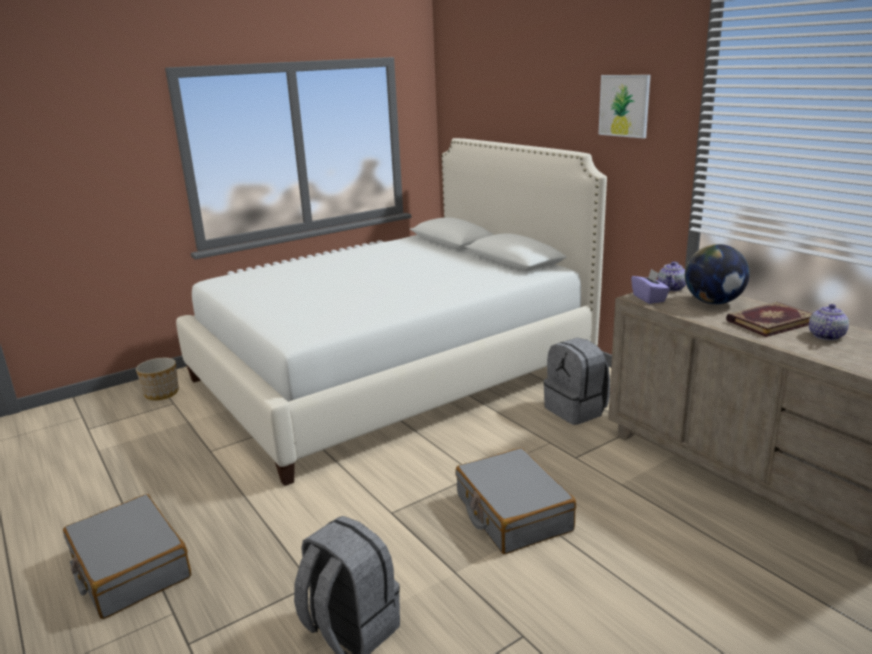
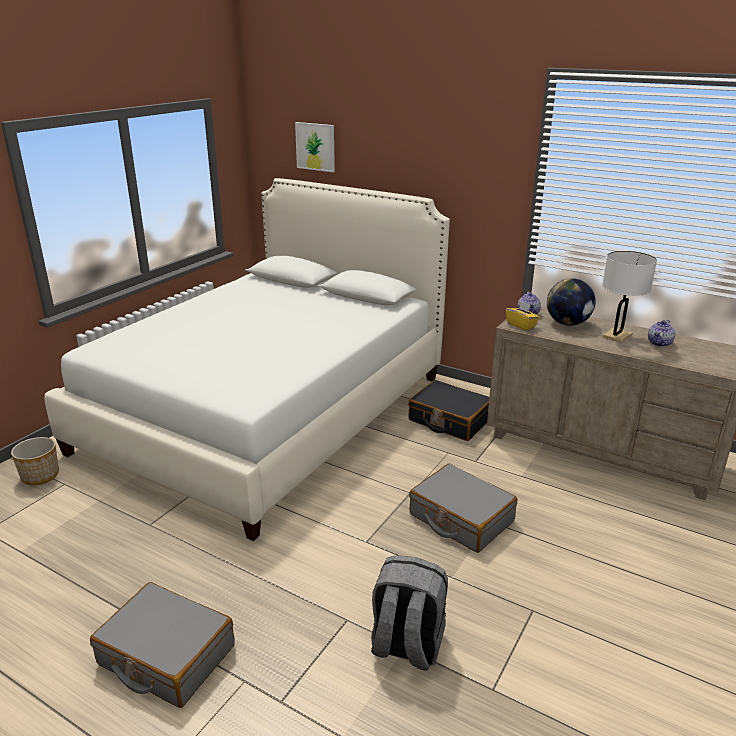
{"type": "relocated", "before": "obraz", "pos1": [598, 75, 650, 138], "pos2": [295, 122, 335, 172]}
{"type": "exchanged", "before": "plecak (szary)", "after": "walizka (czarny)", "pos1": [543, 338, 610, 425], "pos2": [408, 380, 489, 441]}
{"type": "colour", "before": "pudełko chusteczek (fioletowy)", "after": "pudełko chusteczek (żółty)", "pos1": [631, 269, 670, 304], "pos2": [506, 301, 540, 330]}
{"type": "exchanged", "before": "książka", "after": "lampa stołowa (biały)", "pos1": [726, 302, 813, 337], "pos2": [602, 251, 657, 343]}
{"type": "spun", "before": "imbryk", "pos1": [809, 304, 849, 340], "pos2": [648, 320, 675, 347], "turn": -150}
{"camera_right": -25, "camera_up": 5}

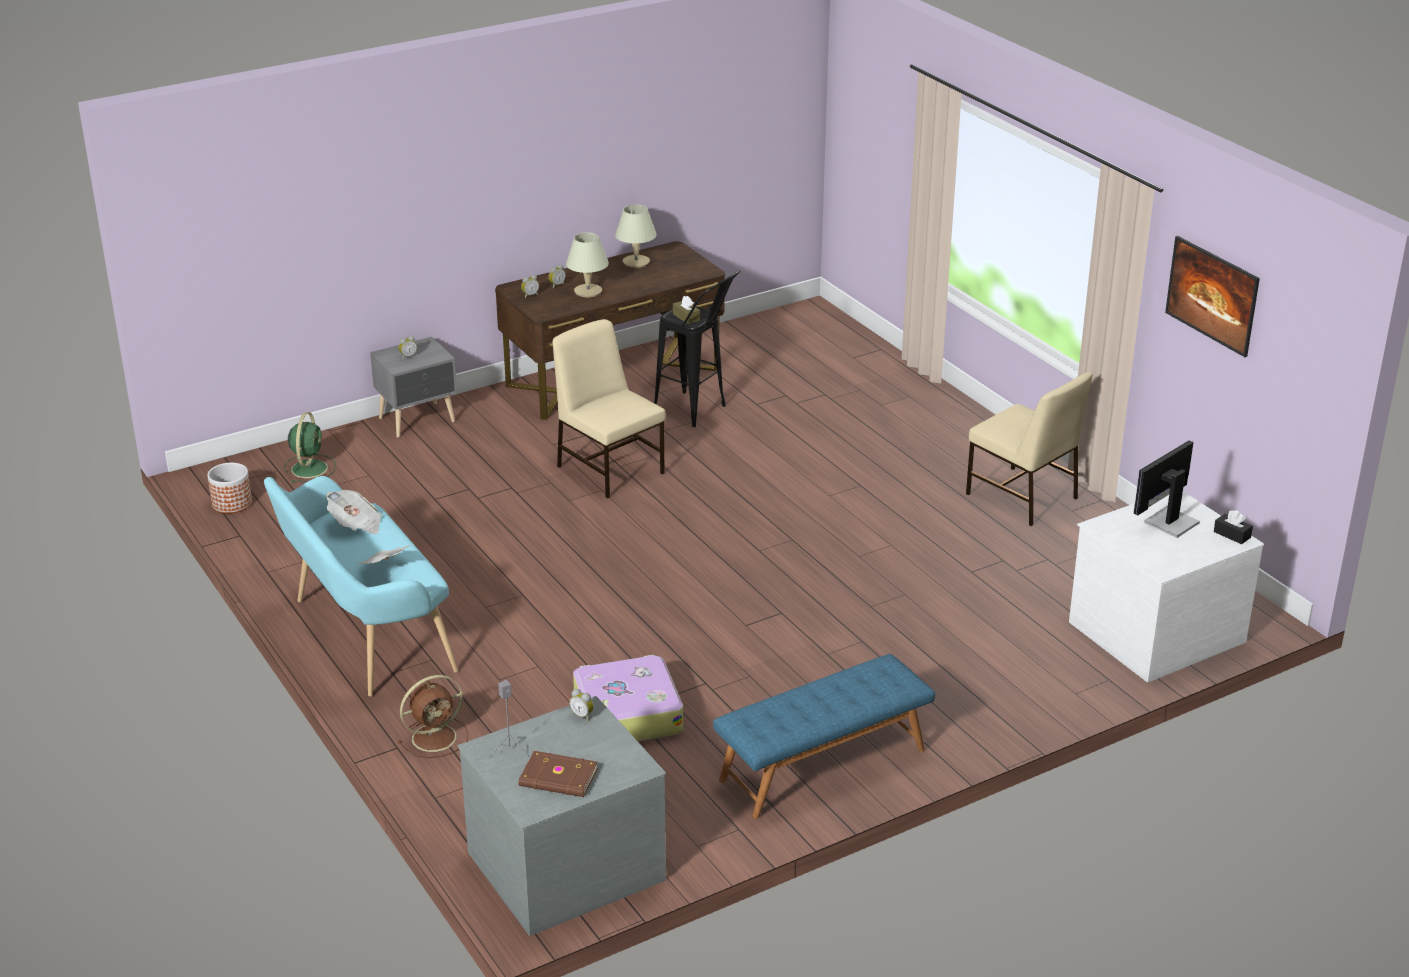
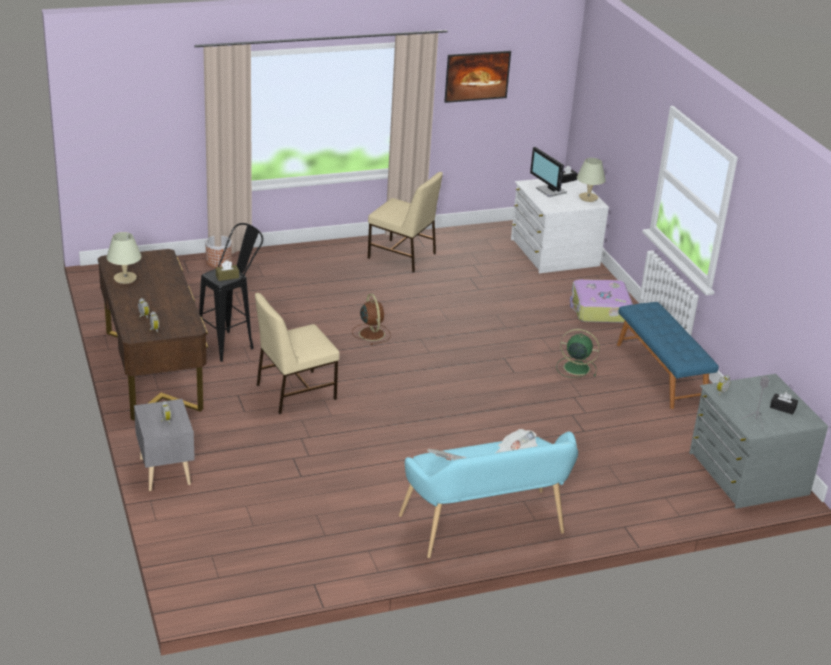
{"type": "relocated", "before": "donica", "pos1": [207, 463, 252, 513], "pos2": [206, 236, 232, 268]}
{"type": "relocated", "before": "wentylator (brązowy)", "pos1": [398, 675, 468, 758], "pos2": [352, 294, 390, 345]}
{"type": "spun", "before": "krzesło (beżowy)", "pos1": [966, 372, 1092, 526], "pos2": [368, 172, 443, 273], "turn": 60}
{"type": "relocated", "before": "wentylator (zielony)", "pos1": [284, 412, 336, 483], "pos2": [556, 329, 600, 378]}
{"type": "relocated", "before": "walizka", "pos1": [573, 655, 683, 741], "pos2": [570, 279, 633, 323]}
{"type": "relocated", "before": "lampa stołowa (beżowy)", "pos1": [566, 232, 609, 298], "pos2": [577, 158, 606, 202]}
{"type": "exchanged", "before": "książka (brązowy)", "after": "pudełko chusteczek (czarny)", "pos1": [519, 751, 598, 797], "pos2": [770, 392, 798, 415]}
{"camera_right": -80, "camera_up": 0}

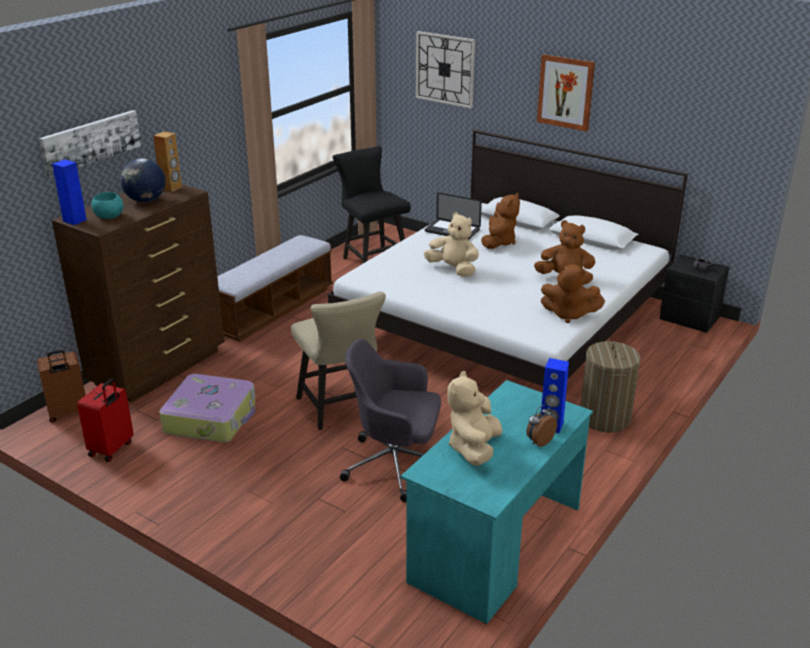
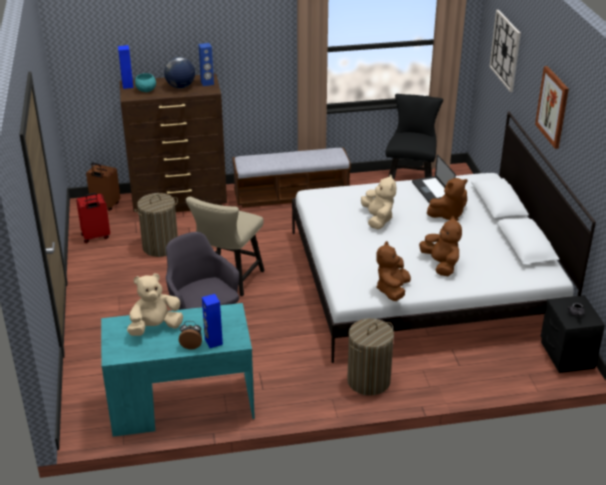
{"type": "exchanged", "before": "walizka", "after": "kosz na pranie", "pos1": [159, 374, 255, 442], "pos2": [134, 193, 178, 257]}
{"type": "colour", "before": "głośnik (brązowy)", "after": "głośnik (niebieski)", "pos1": [153, 131, 182, 192], "pos2": [198, 43, 214, 86]}
{"type": "spun", "before": "pluszak (brązowy)", "pos1": [541, 264, 605, 323], "pos2": [376, 241, 411, 301], "turn": 45}
{"type": "missing", "before": "obraz", "pos1": [39, 110, 141, 177]}
{"camera_right": 45, "camera_up": 5}

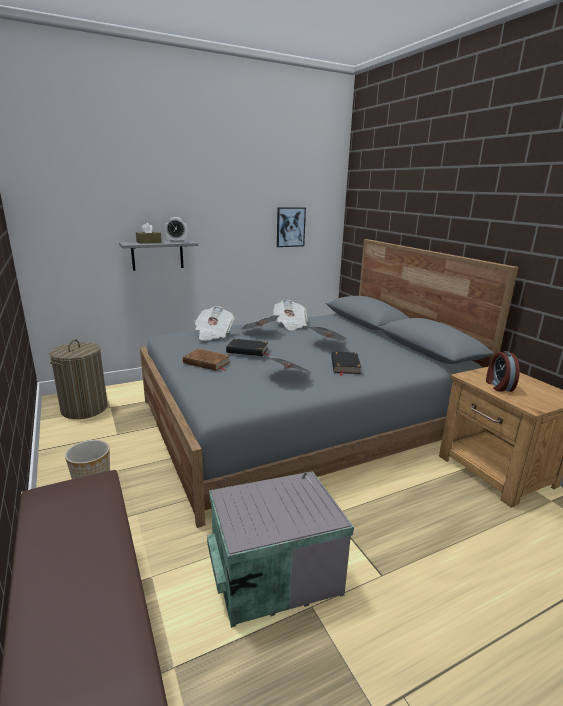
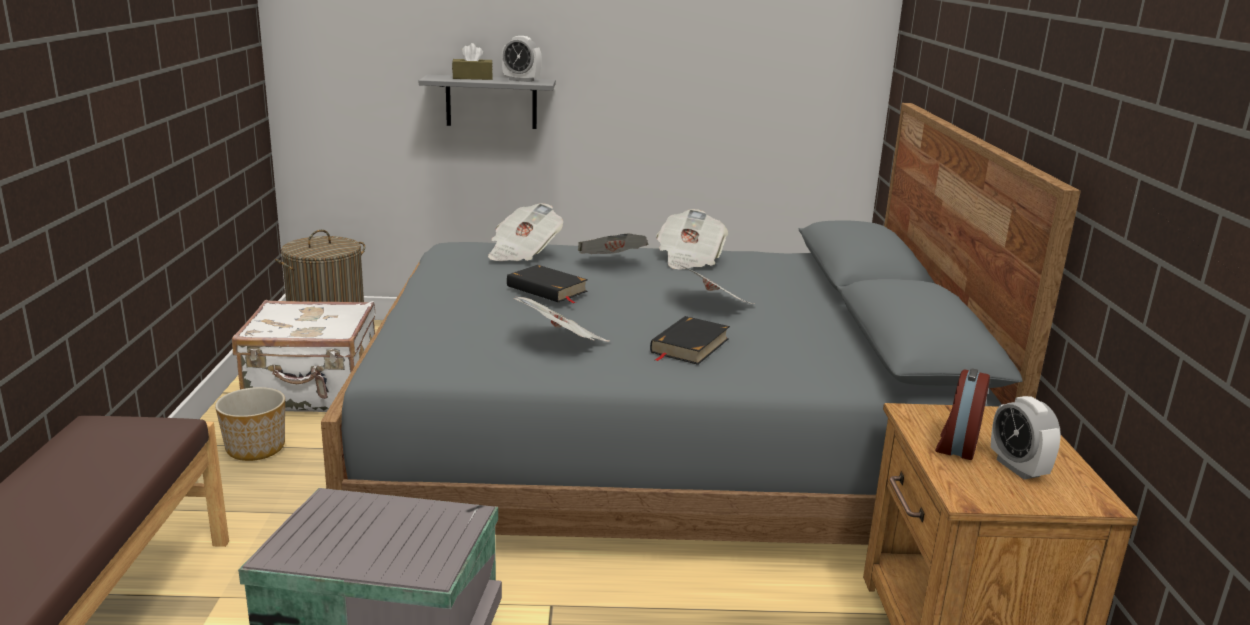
{"type": "appeared", "after": "walizka (biały)", "pos2": [232, 300, 375, 412]}
{"type": "appeared", "after": "budzik", "pos2": [991, 396, 1061, 479]}
{"type": "missing", "before": "książka (brązowy)", "pos1": [183, 349, 230, 371]}
{"type": "missing", "before": "obraz", "pos1": [277, 207, 306, 247]}
{"camera_right": 25, "camera_up": 0}

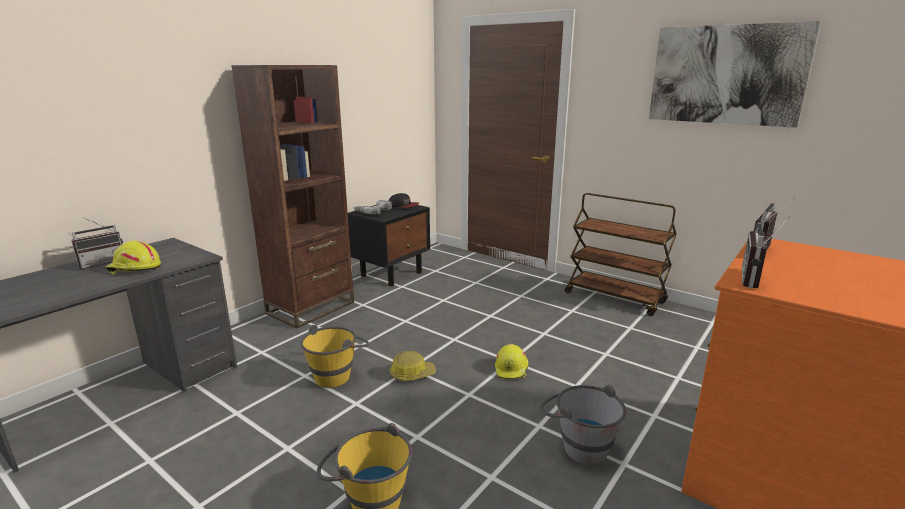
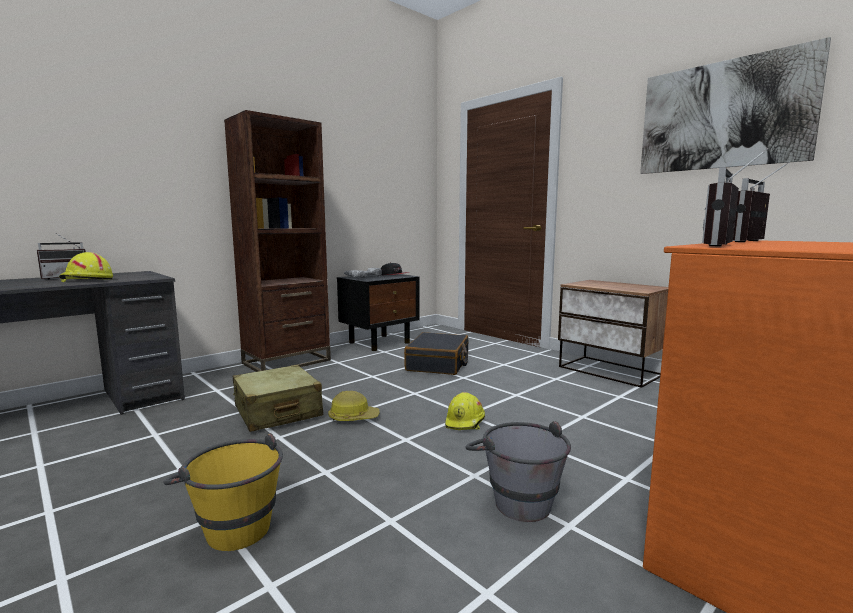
{"type": "exchanged", "before": "wiadro (żółty)", "after": "walizka (beżowy)", "pos1": [300, 325, 369, 388], "pos2": [233, 365, 323, 432]}
{"type": "appeared", "after": "walizka (czarny)", "pos2": [404, 332, 468, 375]}
{"type": "exchanged", "before": "wózek (brązowy)", "after": "szafka nocna", "pos1": [565, 193, 676, 316], "pos2": [558, 280, 668, 388]}
{"camera_right": 10, "camera_up": -10}

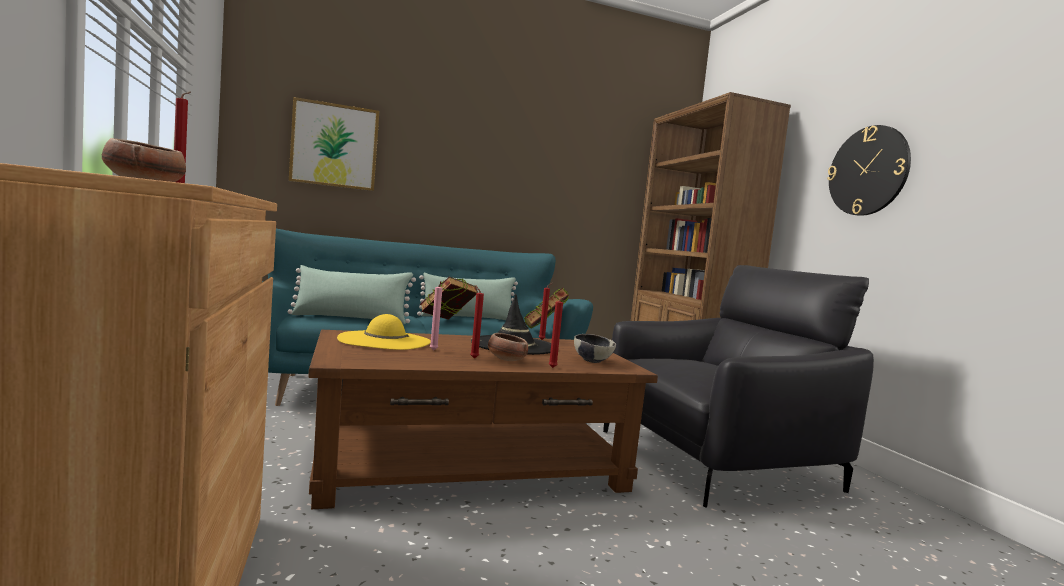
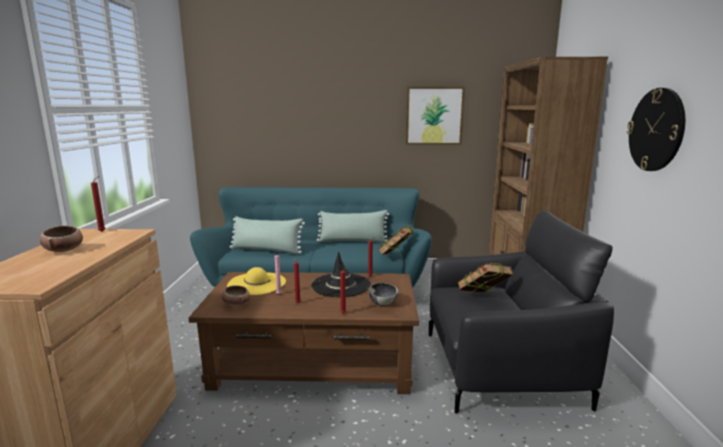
{"type": "relocated", "before": "miska", "pos1": [488, 333, 528, 361], "pos2": [222, 285, 250, 306]}
{"type": "relocated", "before": "obraz", "pos1": [289, 97, 379, 191], "pos2": [406, 87, 465, 145]}
{"type": "relocated", "before": "książka", "pos1": [420, 277, 478, 320], "pos2": [457, 263, 513, 292]}
{"camera_right": 20, "camera_up": 10}

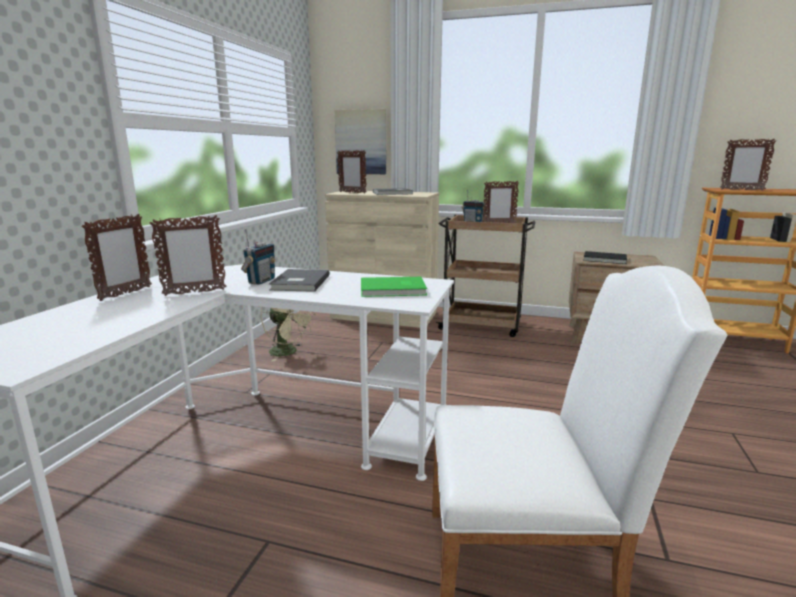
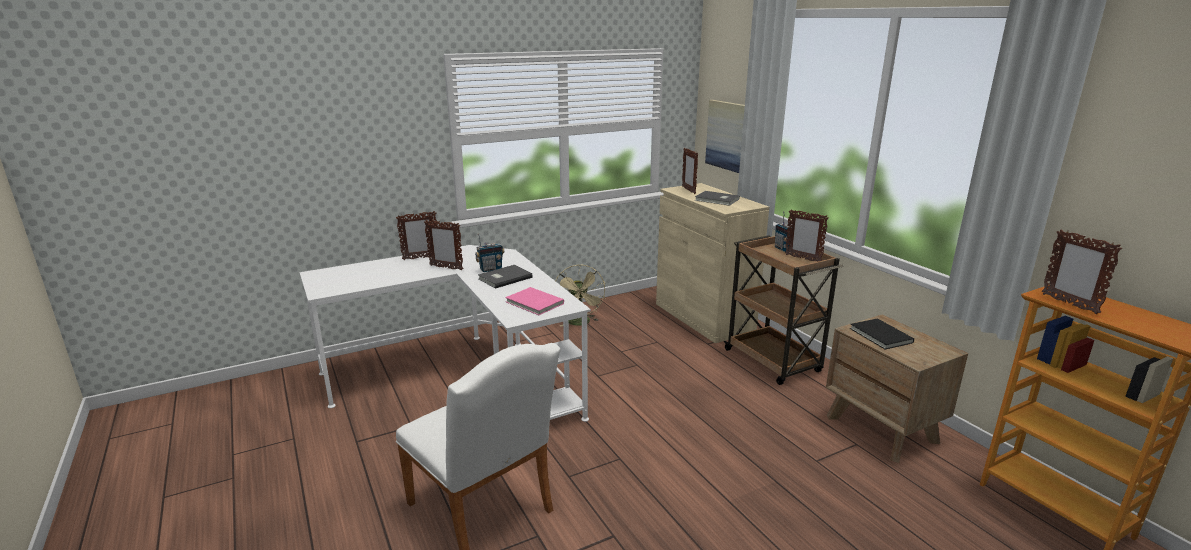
{"type": "colour", "before": "książka (zielony)", "after": "książka (różowy)", "pos1": [361, 277, 427, 297], "pos2": [505, 287, 564, 315]}
{"camera_right": 45, "camera_up": 5}

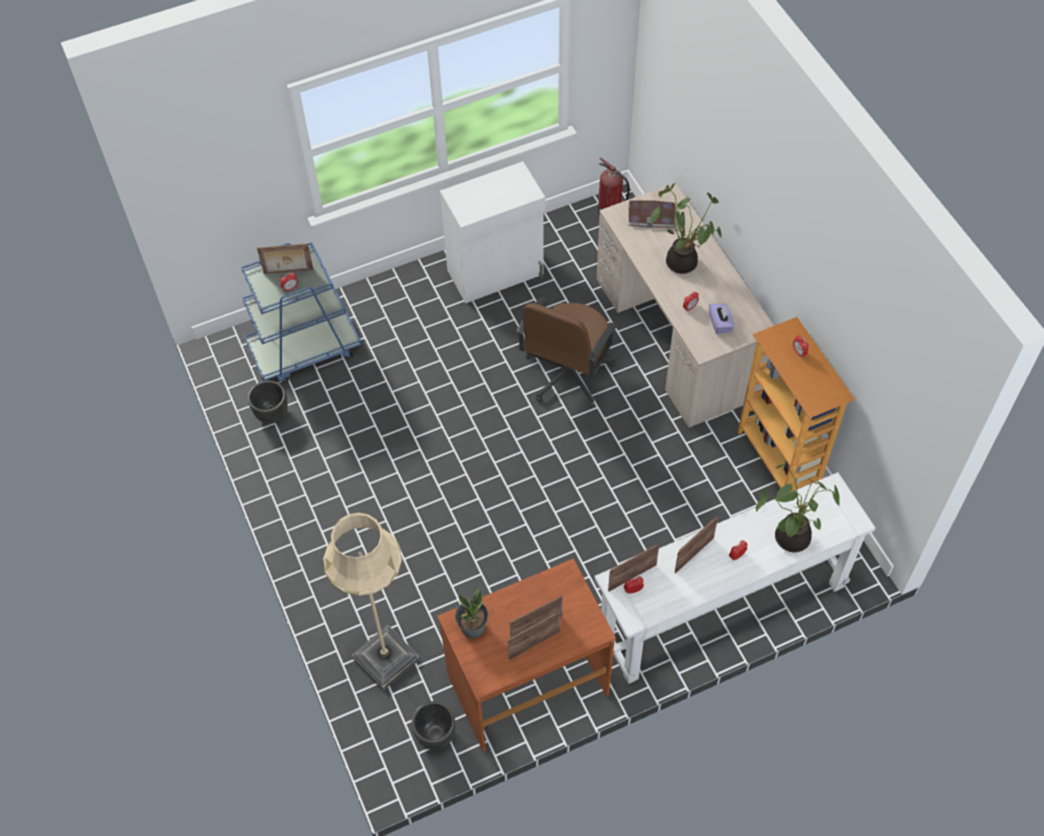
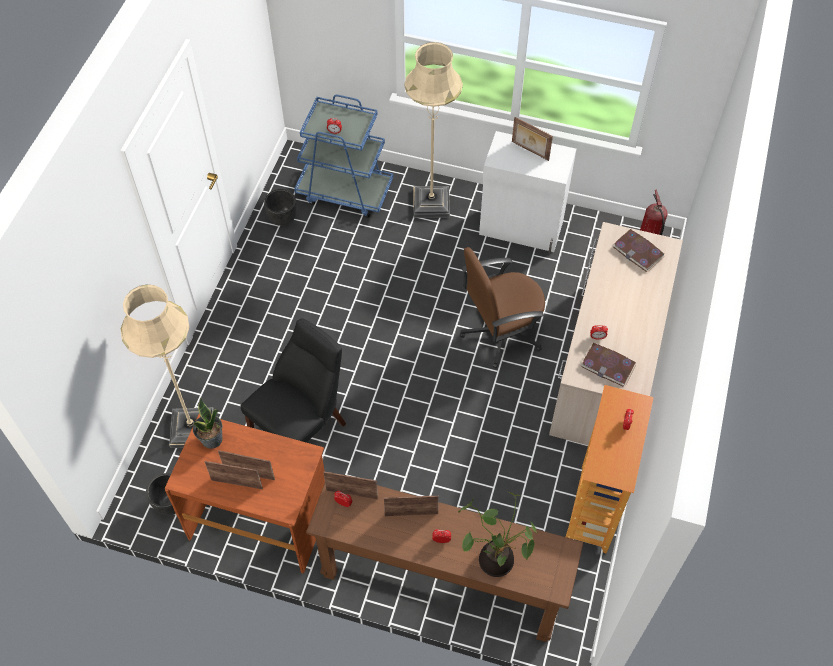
{"type": "appeared", "after": "krzesło (czarny)", "pos2": [241, 318, 346, 443]}
{"type": "colour", "before": "stolik konsolowy (biały)", "after": "stolik konsolowy (brązowy)", "pos1": [594, 472, 876, 684], "pos2": [306, 472, 583, 642]}
{"type": "appeared", "after": "lampa stojąca (beżowy)", "pos2": [404, 42, 463, 218]}
{"type": "relocated", "before": "ramka na zdjęcie", "pos1": [257, 243, 313, 274], "pos2": [512, 117, 553, 161]}
{"type": "exchanged", "before": "pudełko chusteczek (fioletowy)", "after": "książka", "pos1": [709, 304, 734, 334], "pos2": [581, 343, 636, 387]}
{"type": "missing", "before": "roślina doniczkowa", "pos1": [650, 183, 721, 274]}
{"camera_right": 40, "camera_up": 0}

